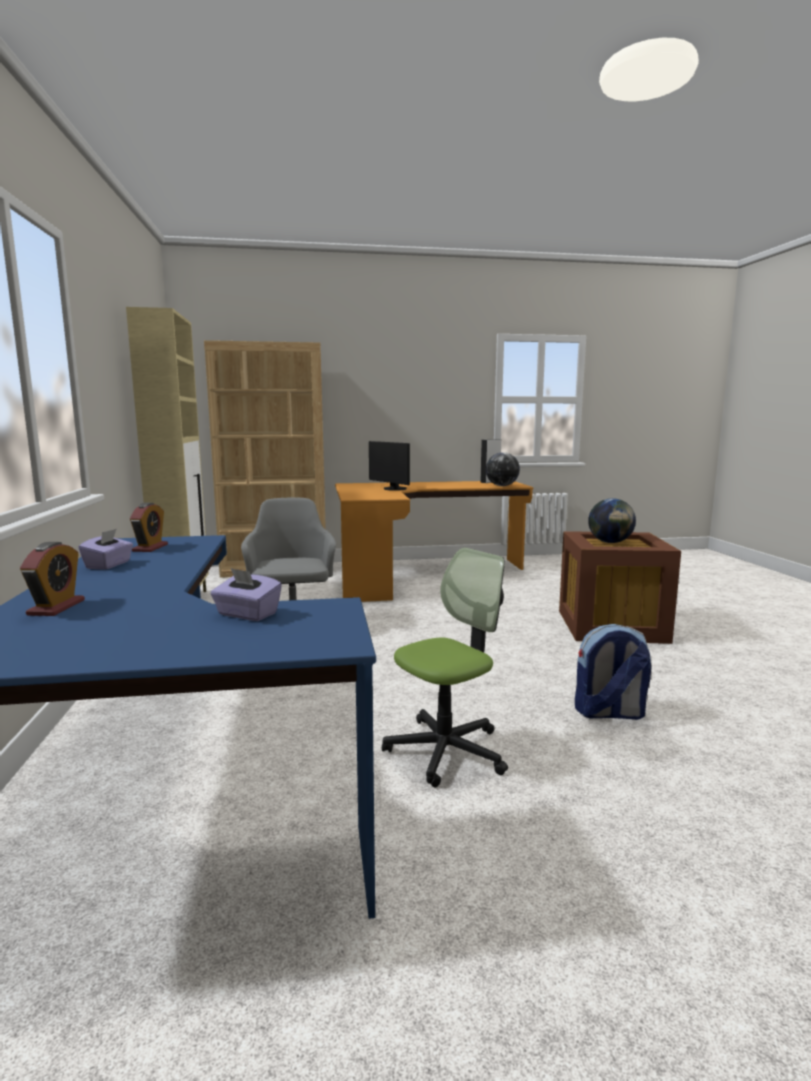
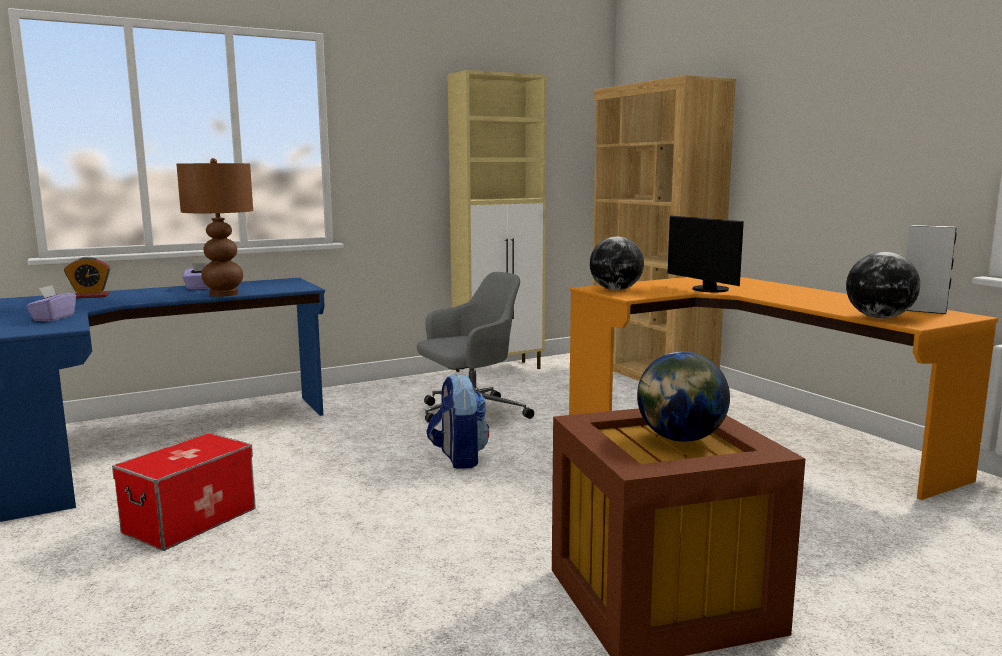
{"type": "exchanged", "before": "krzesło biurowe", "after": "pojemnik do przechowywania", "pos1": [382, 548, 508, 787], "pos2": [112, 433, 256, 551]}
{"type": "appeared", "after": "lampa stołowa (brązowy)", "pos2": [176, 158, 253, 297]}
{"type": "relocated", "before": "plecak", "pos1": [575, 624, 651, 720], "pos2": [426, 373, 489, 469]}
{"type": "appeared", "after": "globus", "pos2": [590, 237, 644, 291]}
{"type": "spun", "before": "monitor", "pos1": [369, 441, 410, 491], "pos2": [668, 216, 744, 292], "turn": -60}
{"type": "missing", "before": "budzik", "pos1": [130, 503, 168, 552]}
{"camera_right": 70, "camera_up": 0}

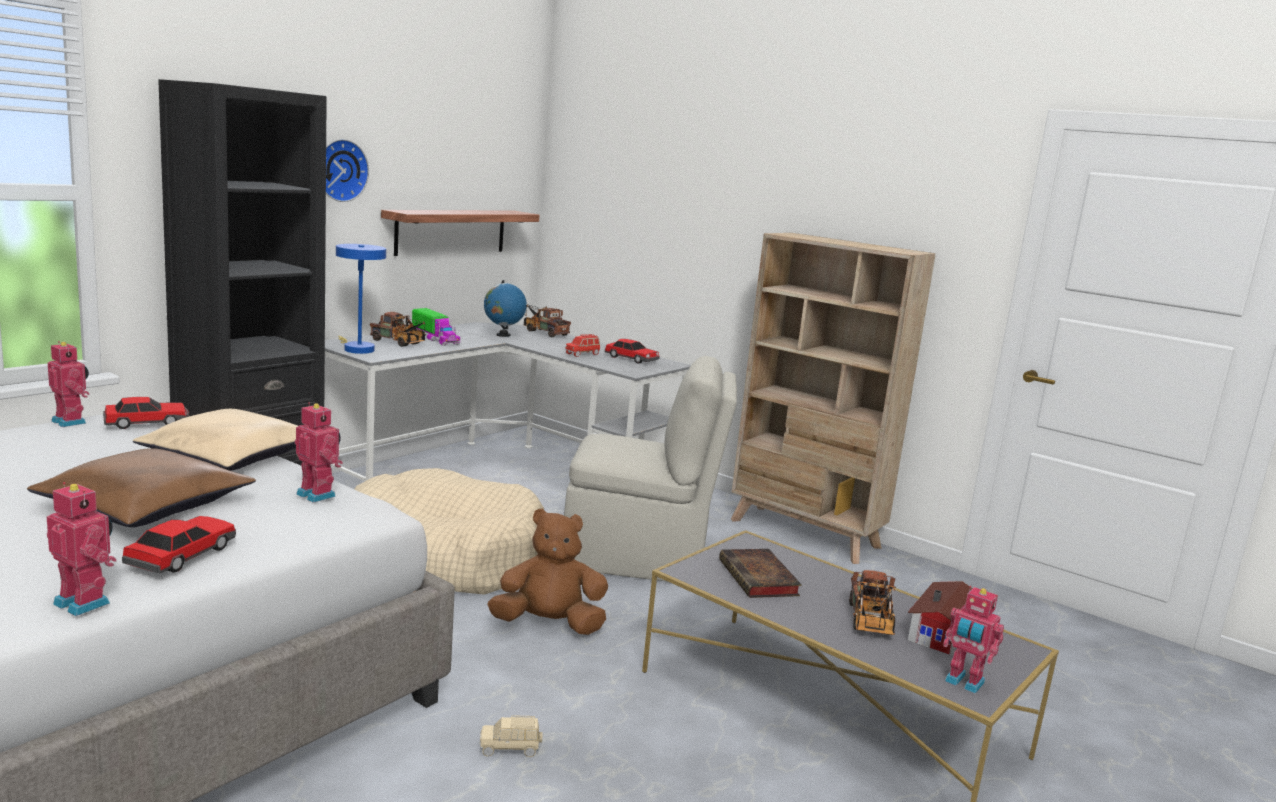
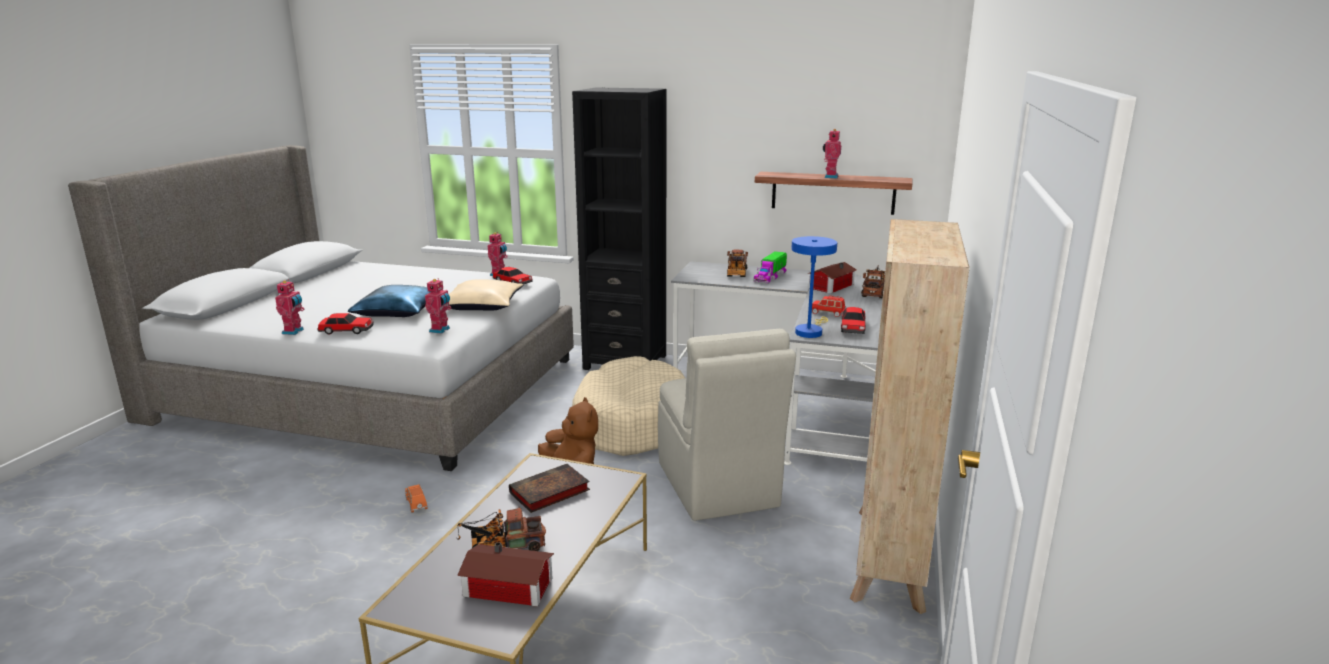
{"type": "colour", "before": "poduszka (brązowy)", "after": "poduszka (niebieski)", "pos1": [27, 448, 256, 527], "pos2": [348, 285, 430, 317]}
{"type": "colour", "before": "samochodzik (beżowy)", "after": "samochodzik (pomarańczowy)", "pos1": [480, 715, 543, 757], "pos2": [405, 485, 428, 513]}
{"type": "relocated", "before": "lampa stołowa (niebieski)", "pos1": [336, 244, 386, 354], "pos2": [791, 236, 837, 338]}
{"type": "exchanged", "before": "globus", "after": "domek", "pos1": [484, 280, 527, 337], "pos2": [808, 262, 857, 294]}
{"type": "relocated", "before": "robot zabawkowy", "pos1": [943, 586, 1004, 694], "pos2": [823, 129, 841, 178]}
{"type": "missing", "before": "zegar ścienny", "pos1": [326, 139, 369, 202]}
{"camera_right": 70, "camera_up": 5}

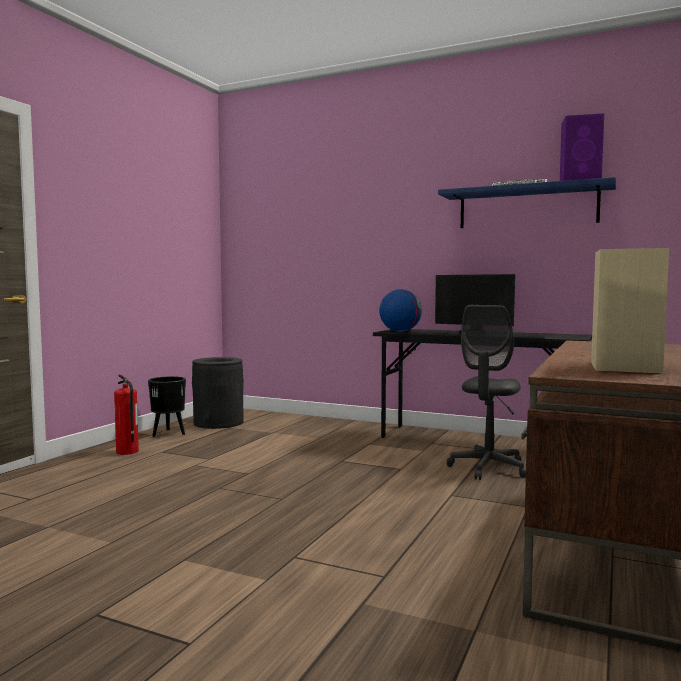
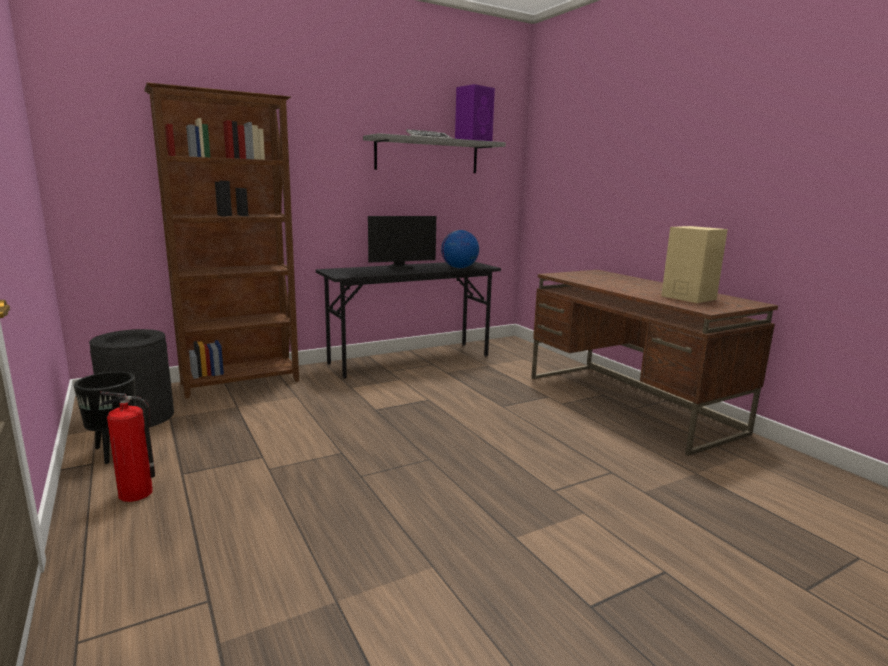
{"type": "appeared", "after": "regał (brązowy)", "pos2": [144, 82, 299, 399]}
{"type": "colour", "before": "półka (niebieski)", "after": "półka (szary)", "pos1": [438, 177, 616, 228], "pos2": [363, 133, 506, 173]}
{"type": "relocated", "before": "globus", "pos1": [379, 289, 422, 332], "pos2": [441, 230, 479, 268]}
{"type": "missing", "before": "krzesło biurowe (szary)", "pos1": [447, 305, 526, 480]}
{"camera_right": -55, "camera_up": 10}

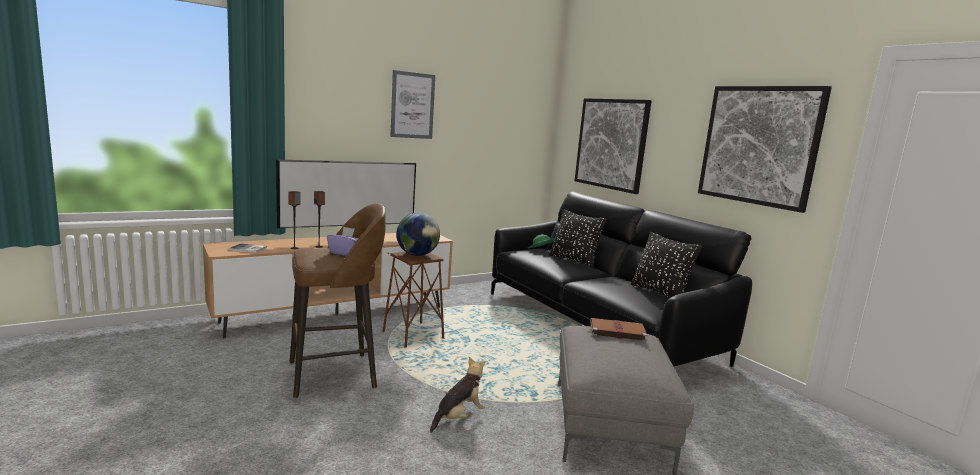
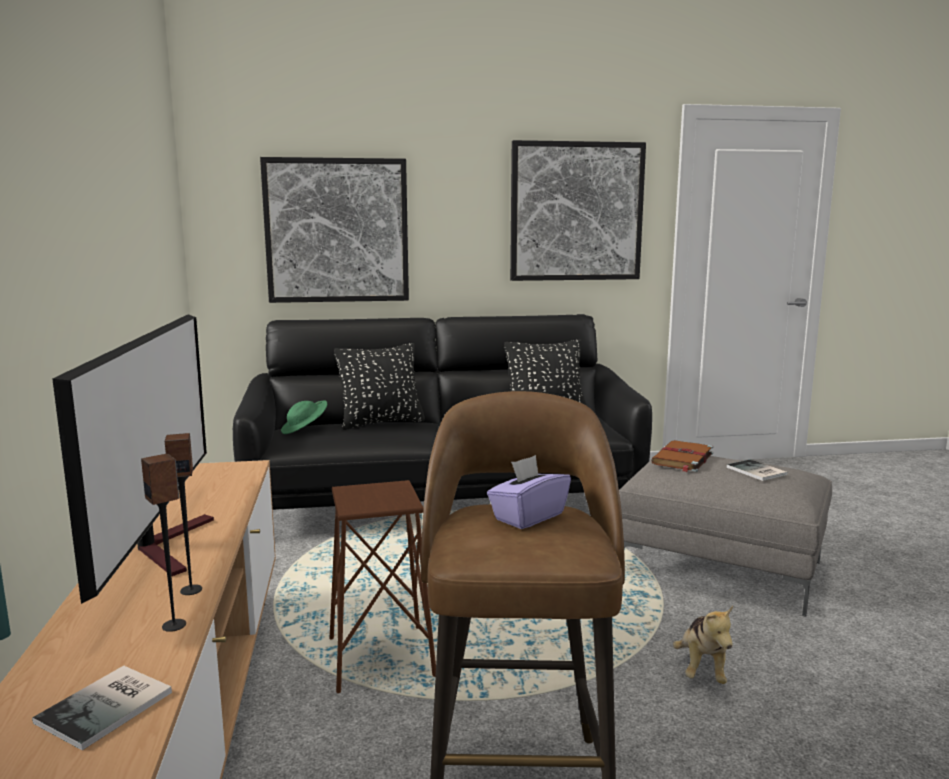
{"type": "spun", "before": "pluszak", "pos1": [430, 357, 486, 433], "pos2": [673, 606, 733, 684], "turn": -150}
{"type": "appeared", "after": "książka", "pos2": [727, 459, 788, 481]}
{"type": "missing", "before": "obraz", "pos1": [390, 70, 435, 139]}
{"type": "missing", "before": "globus", "pos1": [396, 213, 440, 256]}
{"camera_right": -65, "camera_up": 0}

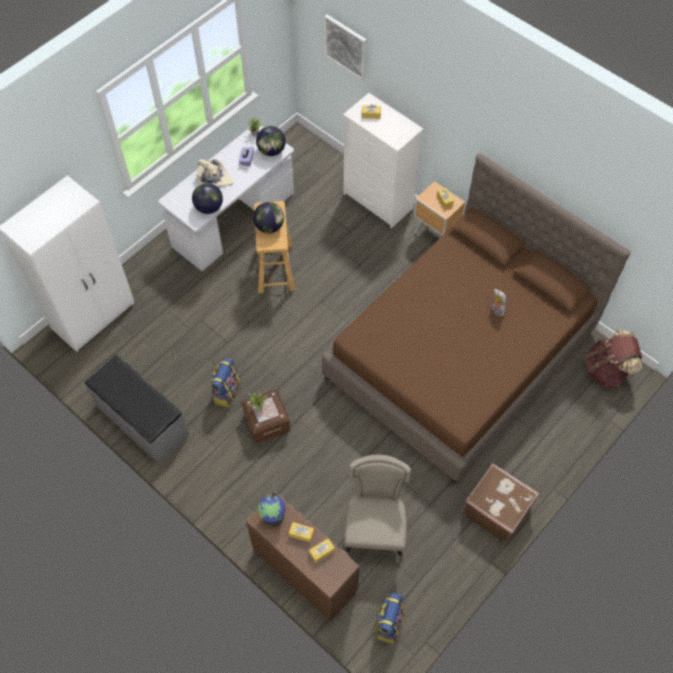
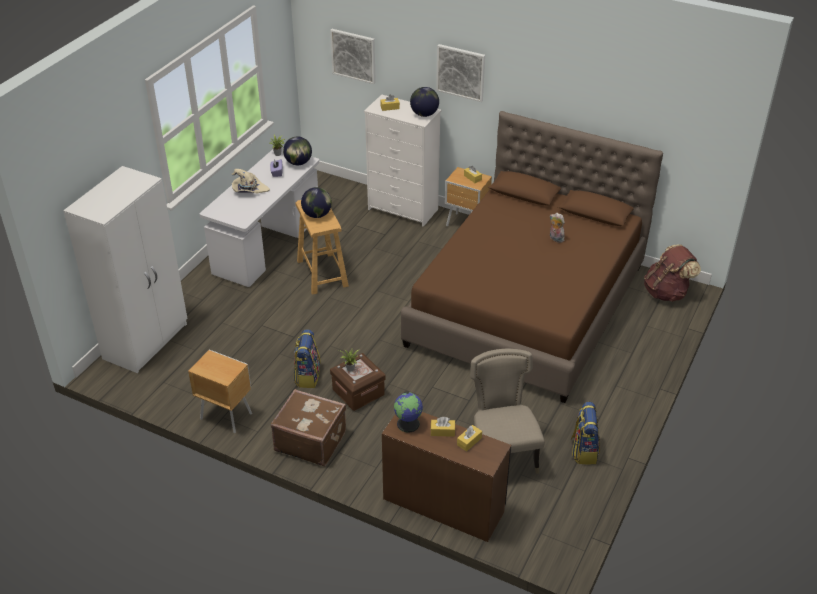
{"type": "exchanged", "before": "ławka (szary)", "after": "szafka nocna (brązowy)", "pos1": [84, 355, 189, 464], "pos2": [188, 349, 252, 433]}
{"type": "relocated", "before": "walizka (brązowy)", "pos1": [462, 463, 539, 544], "pos2": [271, 389, 346, 466]}
{"type": "relocated", "before": "globus", "pos1": [192, 183, 223, 214], "pos2": [410, 87, 439, 117]}
{"type": "appeared", "after": "obraz", "pos2": [436, 44, 485, 102]}
{"type": "relocated", "before": "plecak", "pos1": [373, 593, 405, 644], "pos2": [571, 402, 600, 464]}
{"camera_right": -15, "camera_up": -20}

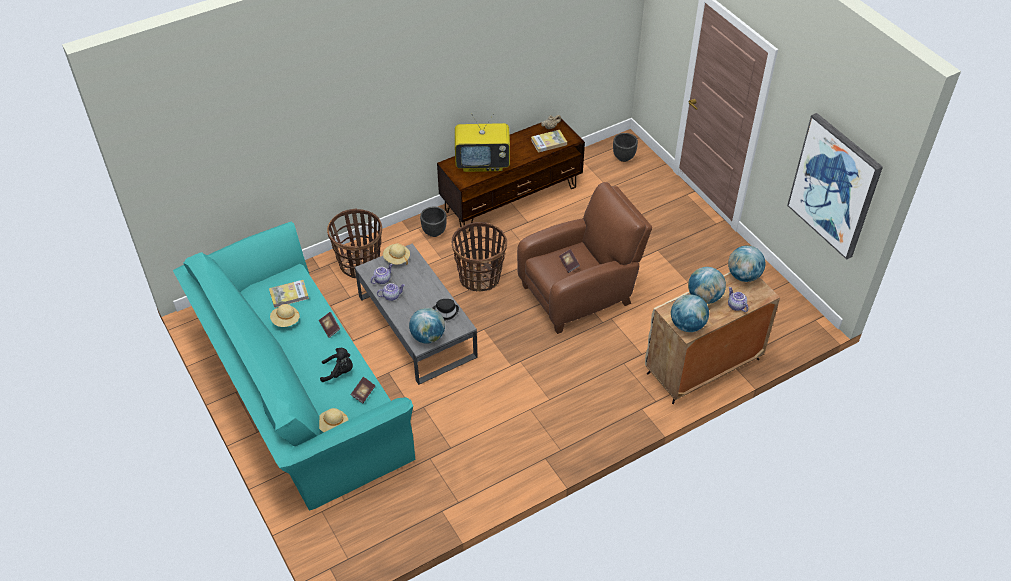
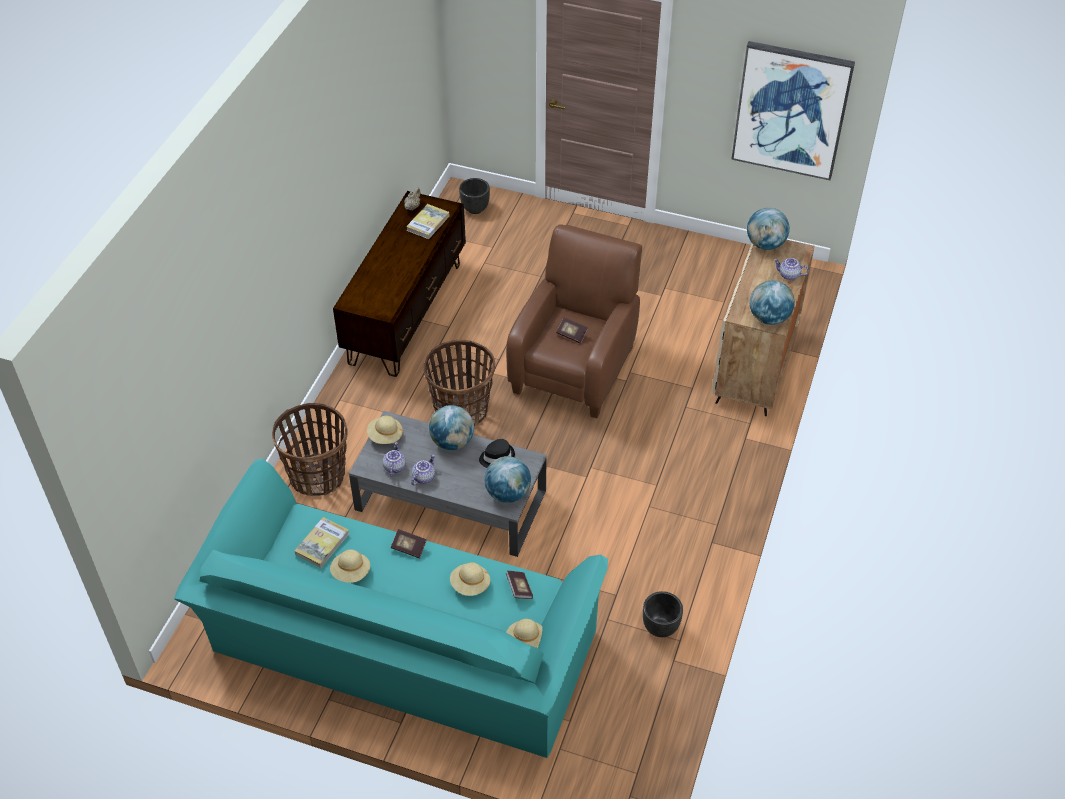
{"type": "relocated", "before": "globus", "pos1": [688, 267, 726, 304], "pos2": [429, 405, 474, 450]}
{"type": "exchanged", "before": "pluszak (czarny)", "after": "kapelusz (beżowy)", "pos1": [320, 348, 353, 382], "pos2": [450, 562, 490, 596]}
{"type": "relocated", "before": "donica (czarny)", "pos1": [420, 207, 447, 237], "pos2": [643, 591, 683, 637]}
{"type": "missing", "before": "telewizor", "pos1": [455, 114, 510, 172]}
{"camera_right": -40, "camera_up": 0}

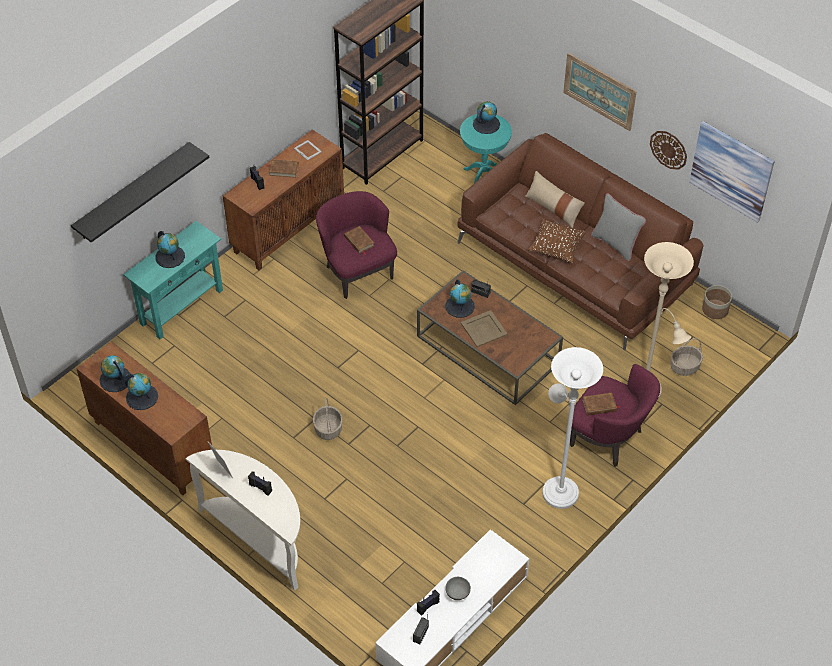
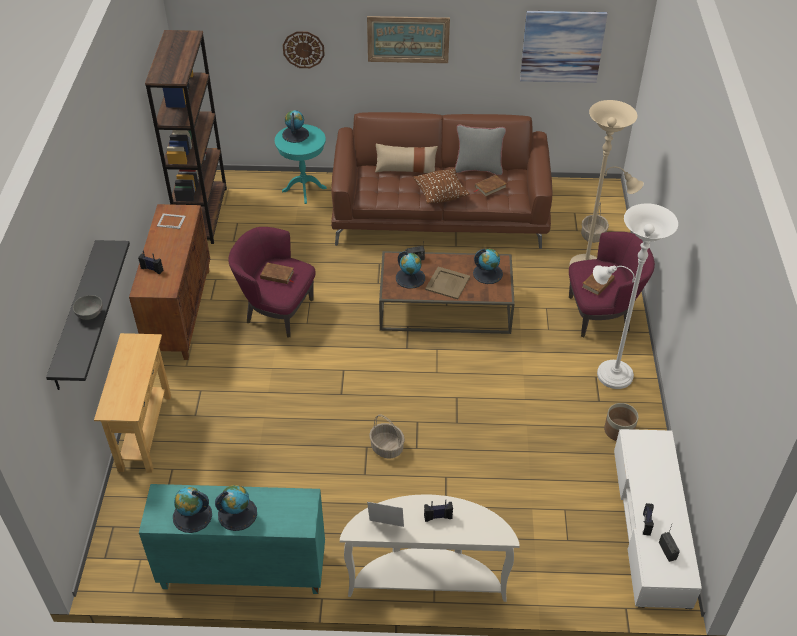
{"type": "relocated", "before": "miska (szary)", "pos1": [445, 577, 471, 600], "pos2": [73, 295, 103, 320]}
{"type": "colour", "before": "stolik konsolowy (turkusowy)", "after": "stolik konsolowy (beżowy)", "pos1": [123, 221, 223, 339], "pos2": [94, 333, 171, 473]}
{"type": "colour", "before": "szafka (brązowy)", "after": "szafka (turkusowy)", "pos1": [76, 342, 212, 495], "pos2": [139, 484, 325, 594]}
{"type": "relocated", "before": "zegar ścienny", "pos1": [650, 131, 687, 170], "pos2": [283, 31, 325, 68]}
{"type": "relocated", "before": "globus", "pos1": [155, 231, 185, 268], "pos2": [473, 248, 503, 284]}
{"type": "relocated", "before": "książka (brązowy)", "pos1": [267, 159, 299, 178], "pos2": [474, 175, 507, 197]}
{"type": "relocated", "before": "donica", "pos1": [702, 285, 732, 319], "pos2": [604, 403, 638, 441]}
{"camera_right": -40, "camera_up": -5}

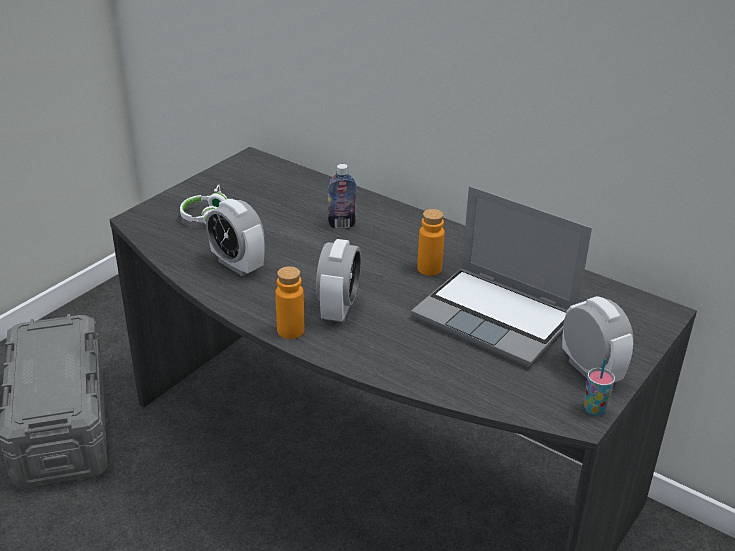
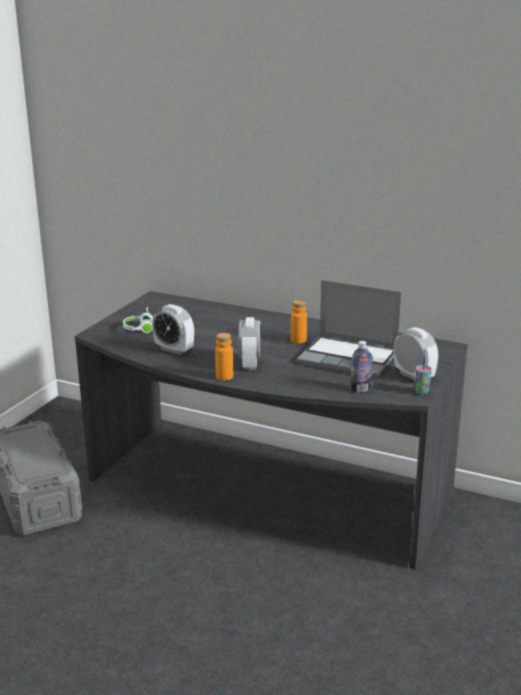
{"type": "relocated", "before": "butelka", "pos1": [328, 164, 357, 229], "pos2": [351, 341, 373, 393]}
{"camera_right": -10, "camera_up": -10}

